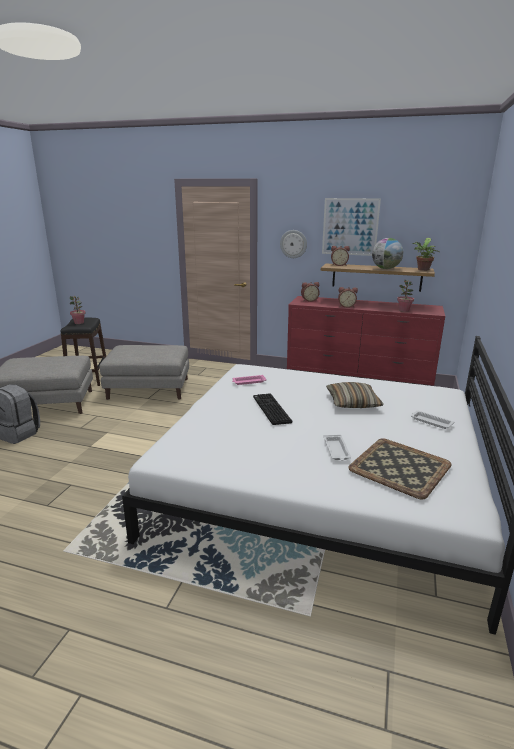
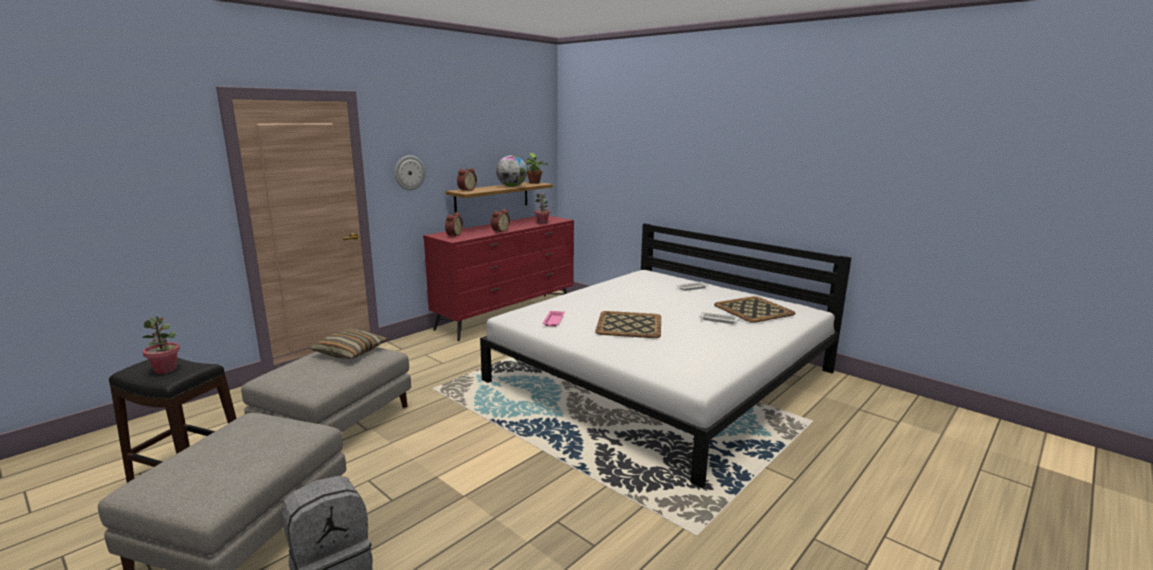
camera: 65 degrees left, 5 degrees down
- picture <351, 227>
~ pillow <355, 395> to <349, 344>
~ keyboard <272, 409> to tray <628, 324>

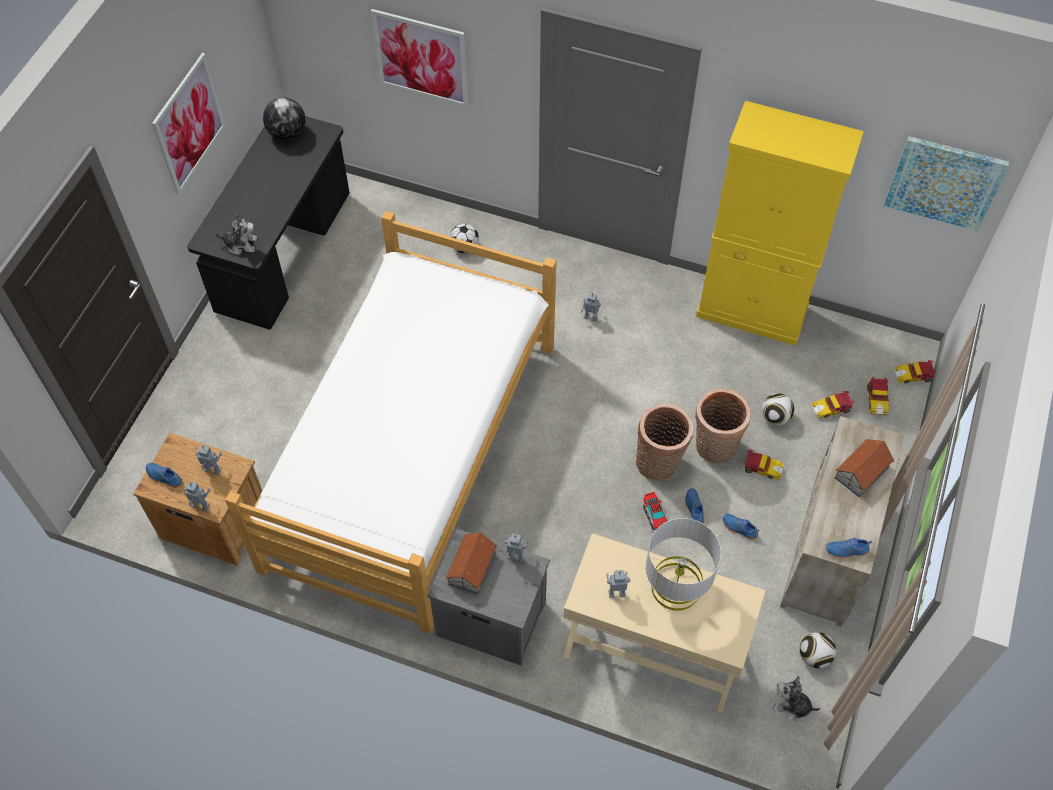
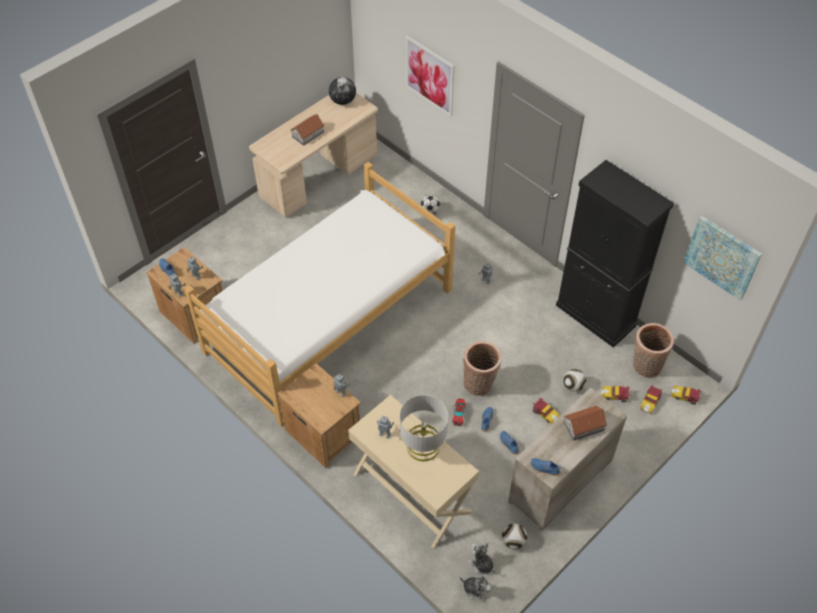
camera: 25 degrees right, 5 degrees down
- picture <188, 123>
~ plush toy <236, 234> to <475, 589>
~ toy house <471, 563> to <307, 130>
~ basket <723, 426> to <653, 350>
~ black desk <268, 222> to beige desk <313, 155>
~ grey nightstand <489, 597> to brown nightstand <319, 415>
~ yellow cabinet <780, 223> to black cabinet <615, 254>

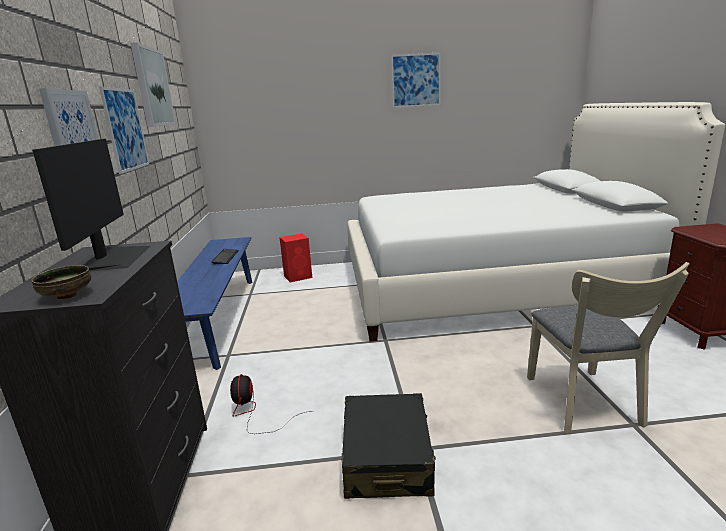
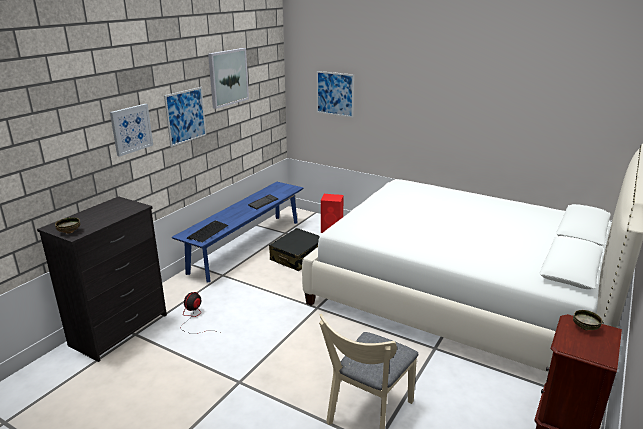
camera: 35 degrees right, 5 degrees up
- monitor <91, 205>
+ keyboard <207, 231>
+ bowl <587, 320>
~ black suitcase <389, 446> to <294, 249>
~ picture <416, 80> to <335, 94>

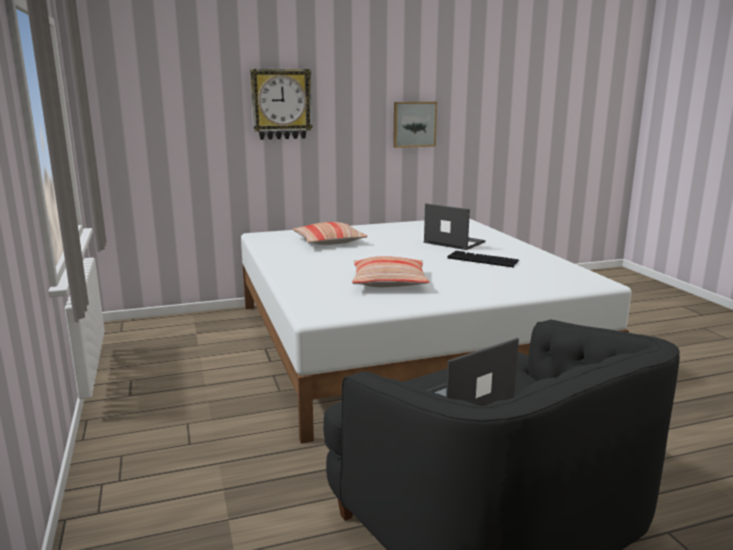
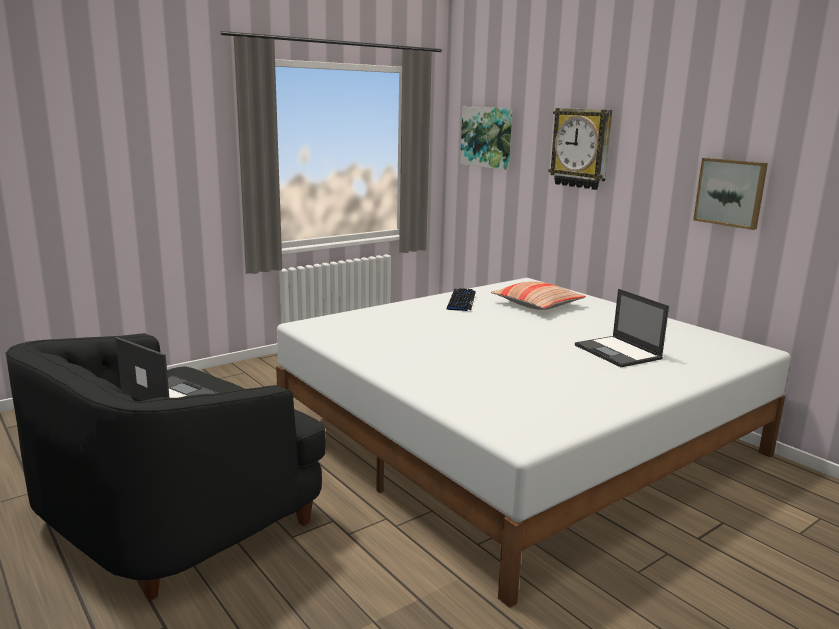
camera: 70 degrees right, 0 degrees up
- pillow <391, 271>
+ picture <486, 138>
~ keyboard <483, 259> to <461, 299>
~ laptop <454, 226> = <622, 328> 135 degrees clockwise

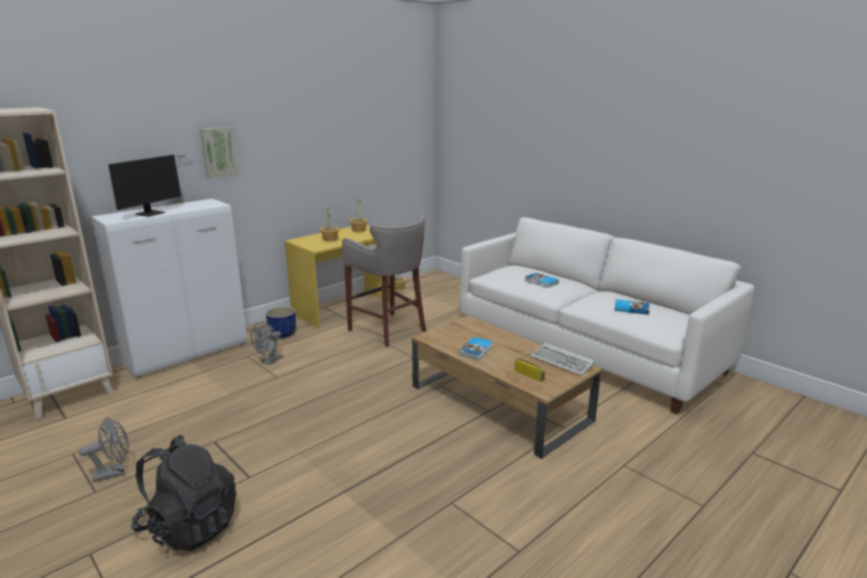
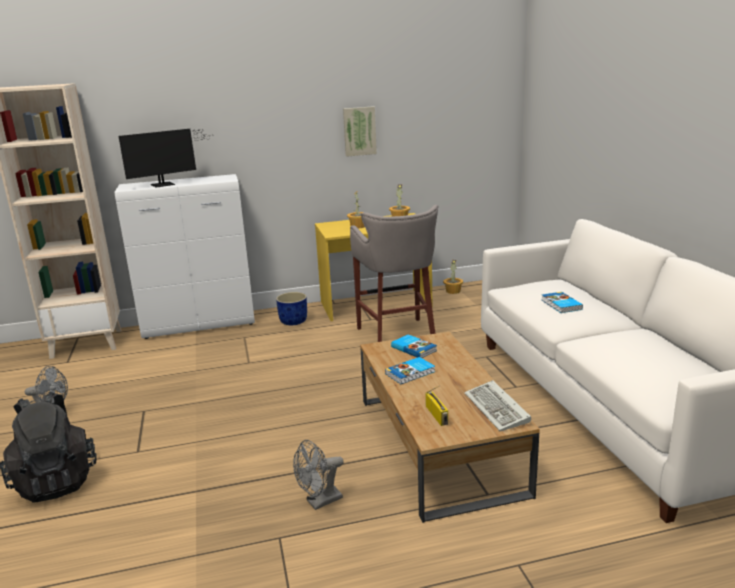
camera: 30 degrees right, 0 degrees up
~ picture <219, 152> to <360, 131>
~ grey fan <267, 343> to <318, 475>
~ book <632, 307> to <414, 346>

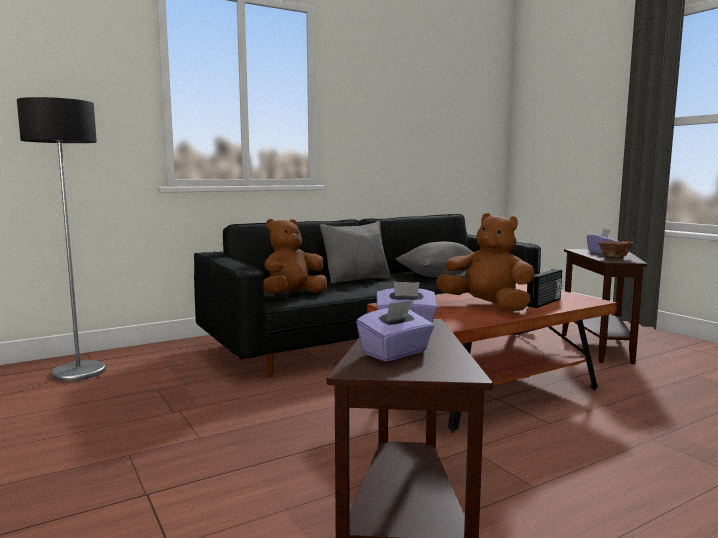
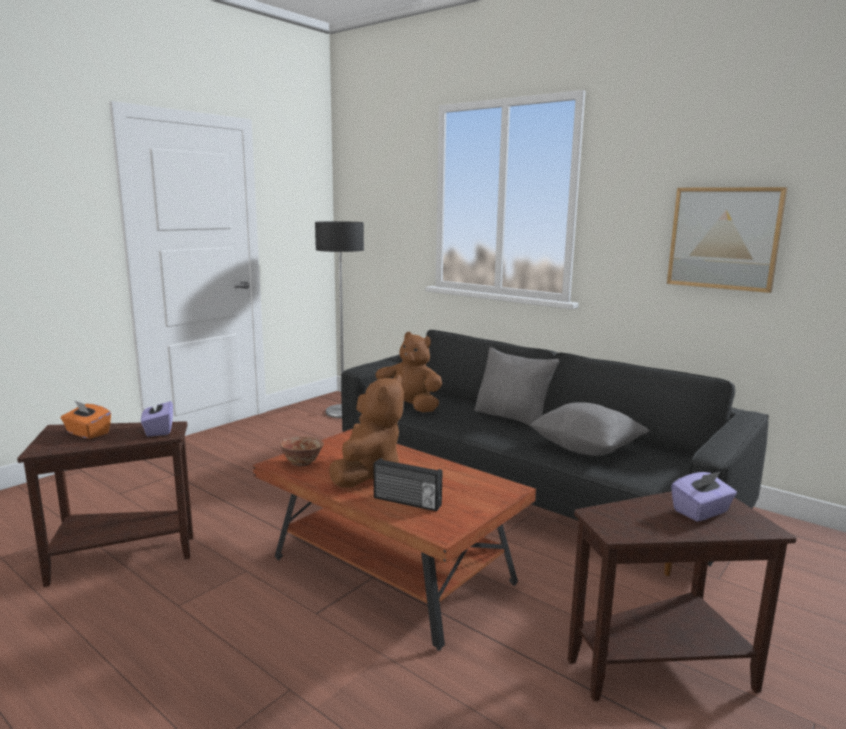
camera: 70 degrees right, 5 degrees up
+ picture <727, 240>
~ bowl <615, 250> to <302, 451>
~ purple tissue box <395, 331> to orange tissue box <86, 419>

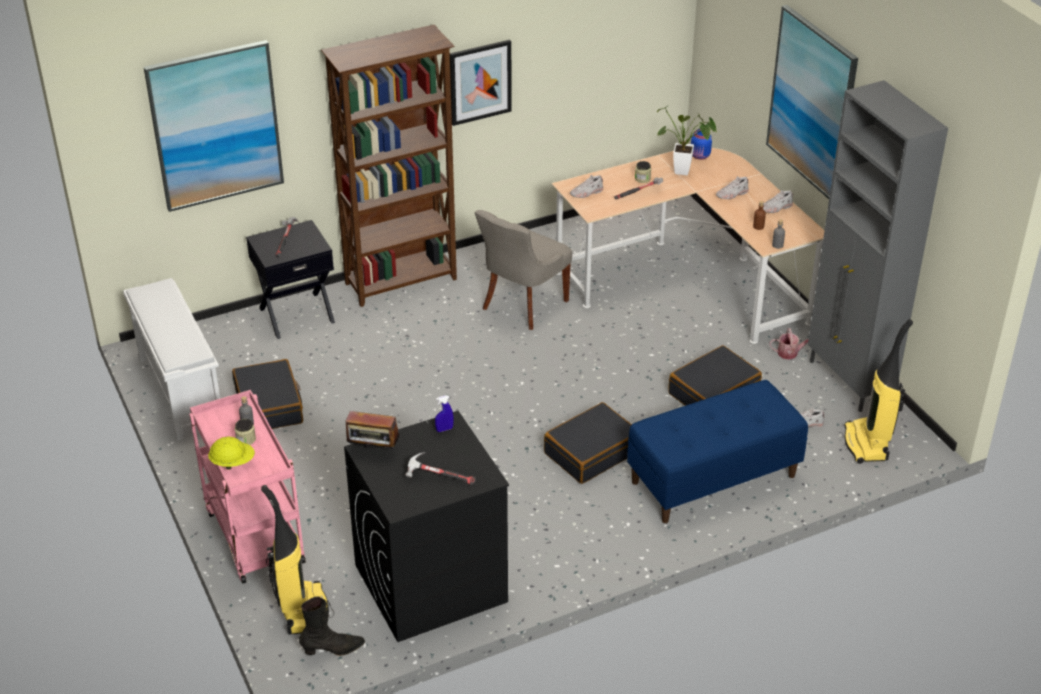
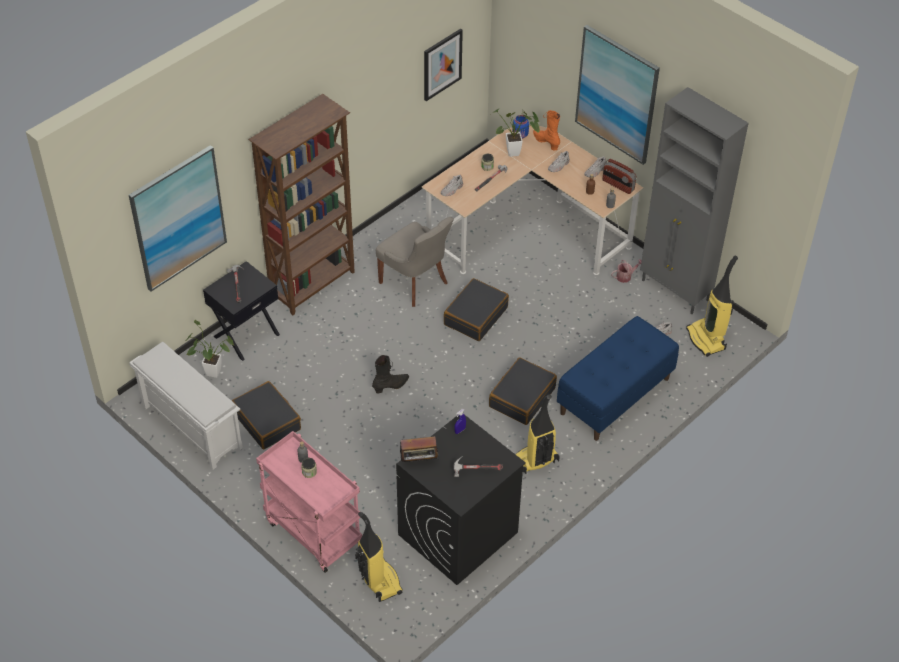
camera: 20 degrees left, 10 degrees up
- yellow hard hat <231, 453>
+ potted plant <210, 349>
+ vacuum cleaner <537, 434>
+ orange boot <546, 130>
+ radio <619, 176>
~ black boot <332, 626> to <390, 374>
~ picture <481, 83> to <443, 65>
~ black suitcase <715, 375> to <476, 309>
~ grey chair <523, 270> = <415, 262> 60 degrees counterclockwise

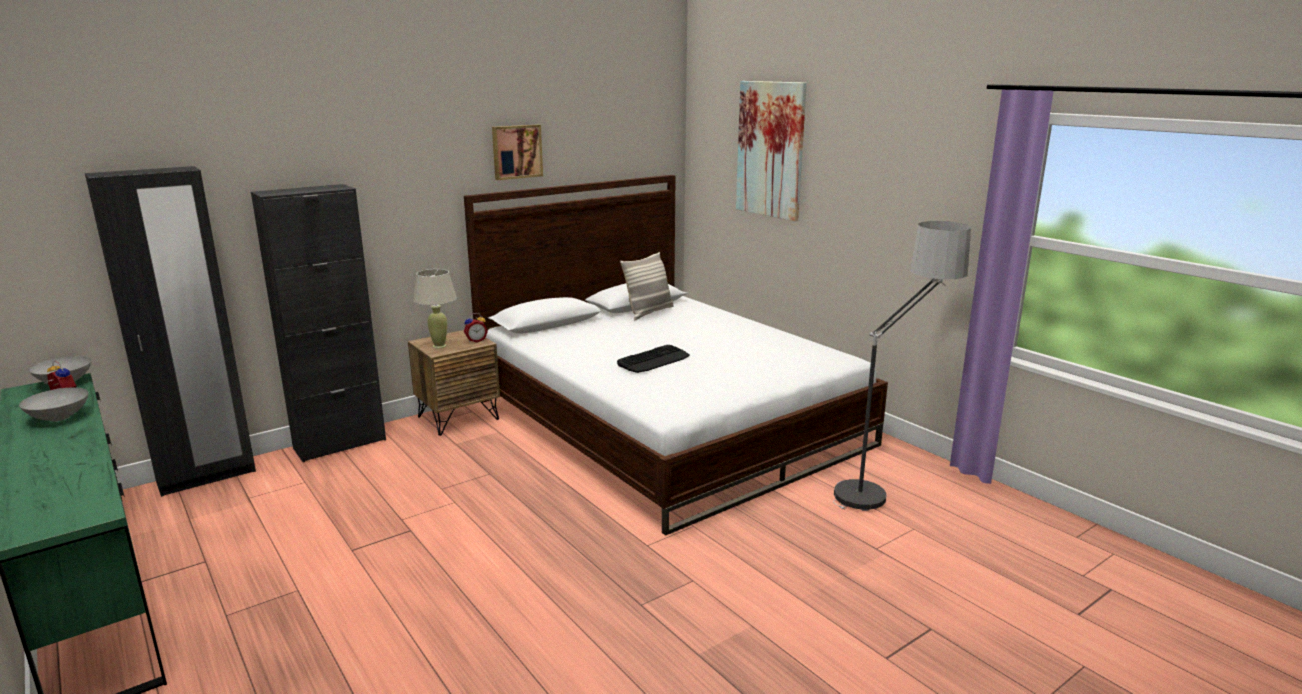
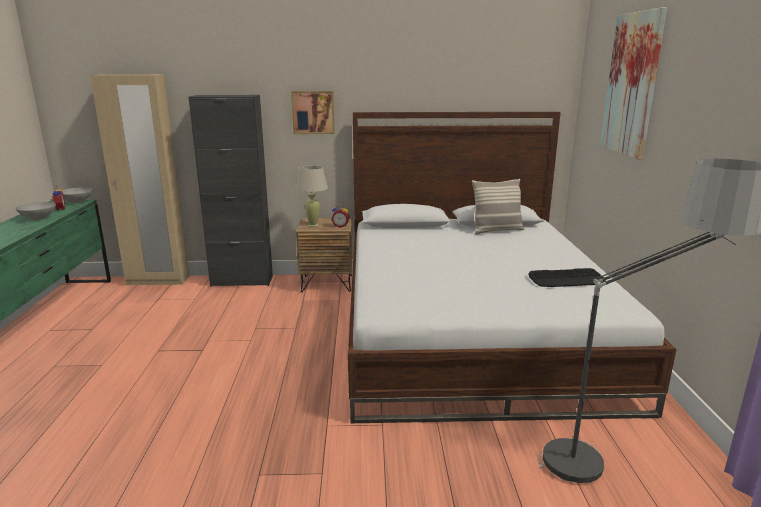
camera: 35 degrees right, 0 degrees up
~ picture <517, 152> to <313, 112>
~ keyboard <653, 359> to <567, 277>
~ black wardrobe <170, 331> to beige wardrobe <139, 180>

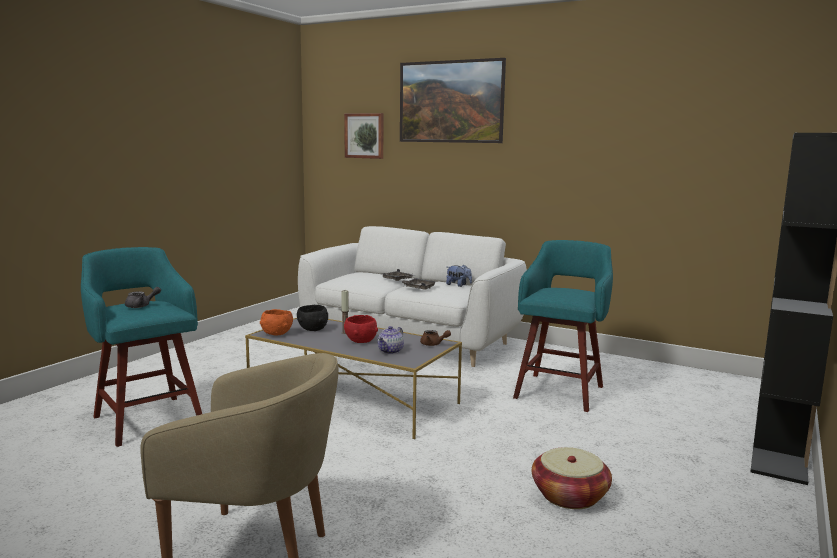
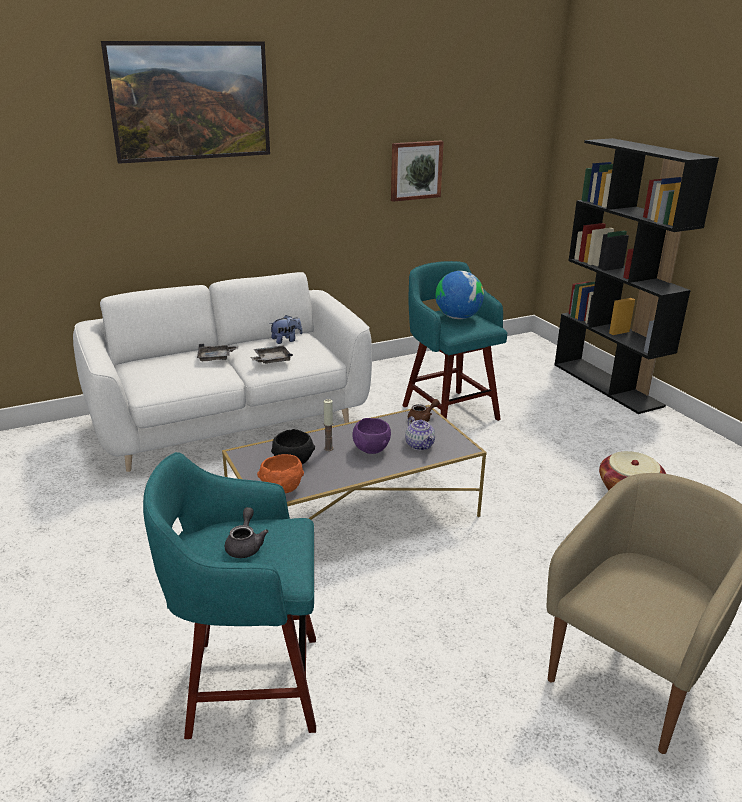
camera: 55 degrees left, 15 degrees up
+ globe <459, 295>
~ picture <364, 136> to <417, 171>
~ red bowl <361, 329> to purple bowl <371, 436>

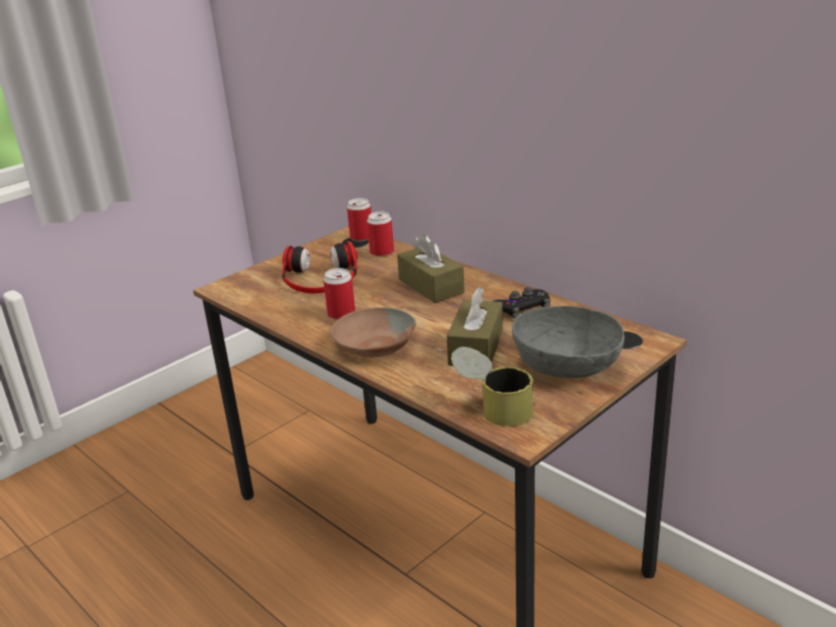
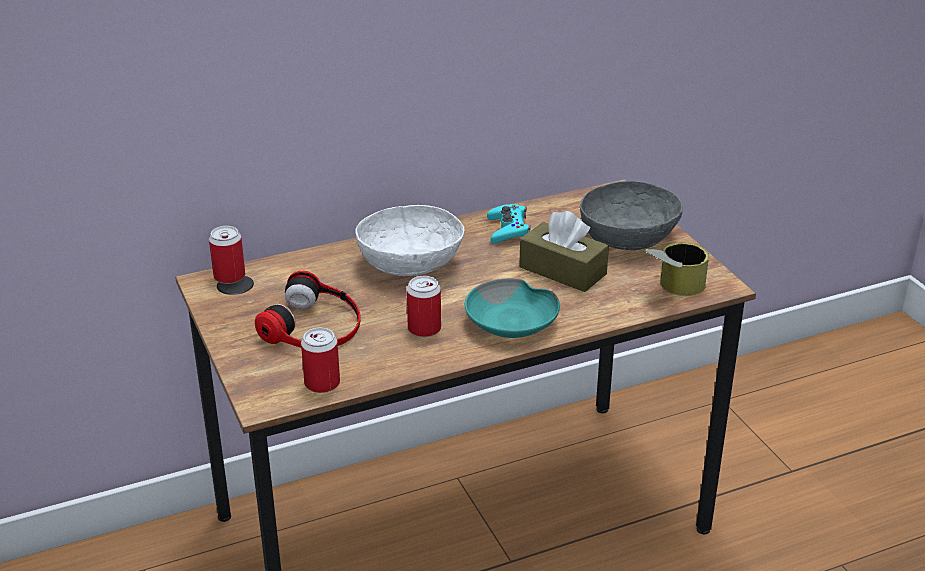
camera: 70 degrees left, 5 degrees up
~ can <380, 234> to <320, 360>
~ brown tissue box <430, 268> to white bowl <409, 240>
~ brown bowl <373, 332> to turquoise bowl <512, 308>
~ black game controller <522, 303> to turquoise game controller <509, 224>

